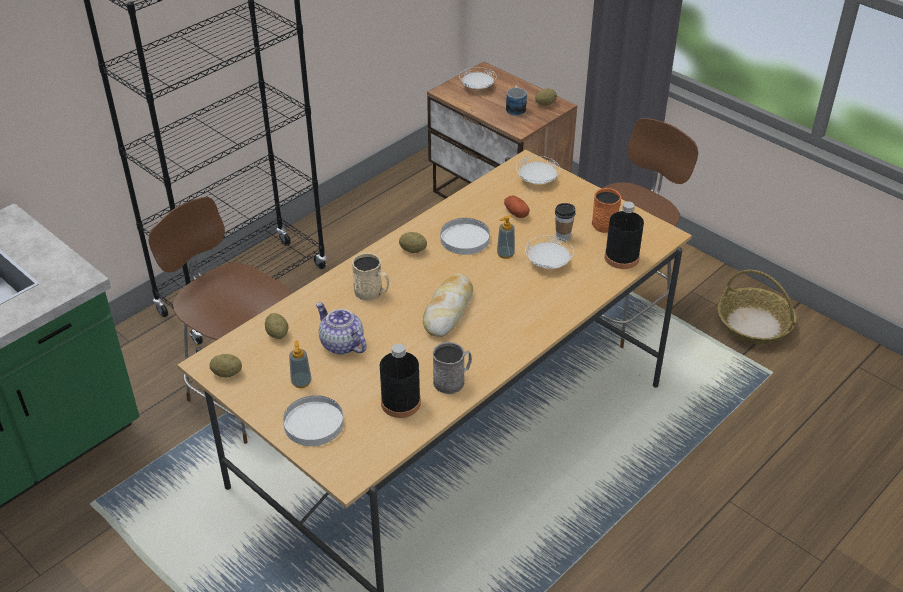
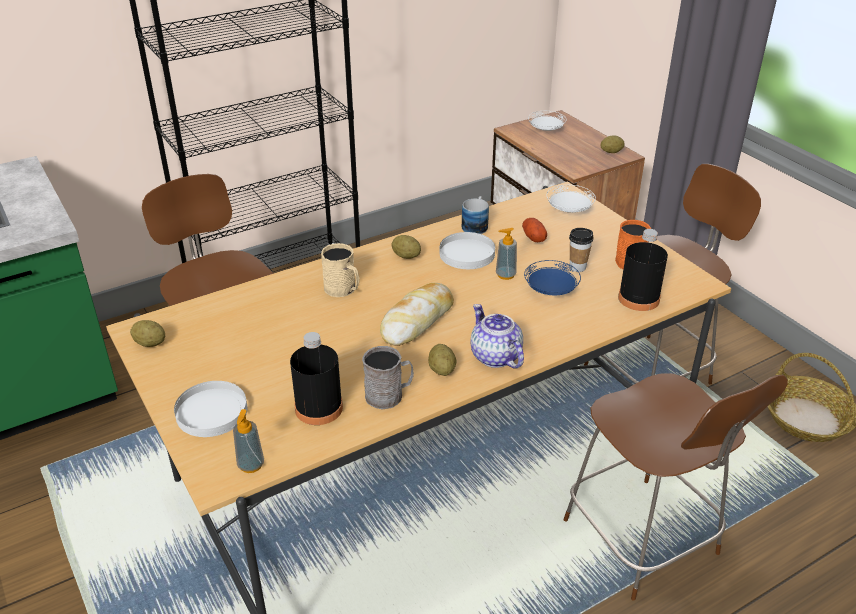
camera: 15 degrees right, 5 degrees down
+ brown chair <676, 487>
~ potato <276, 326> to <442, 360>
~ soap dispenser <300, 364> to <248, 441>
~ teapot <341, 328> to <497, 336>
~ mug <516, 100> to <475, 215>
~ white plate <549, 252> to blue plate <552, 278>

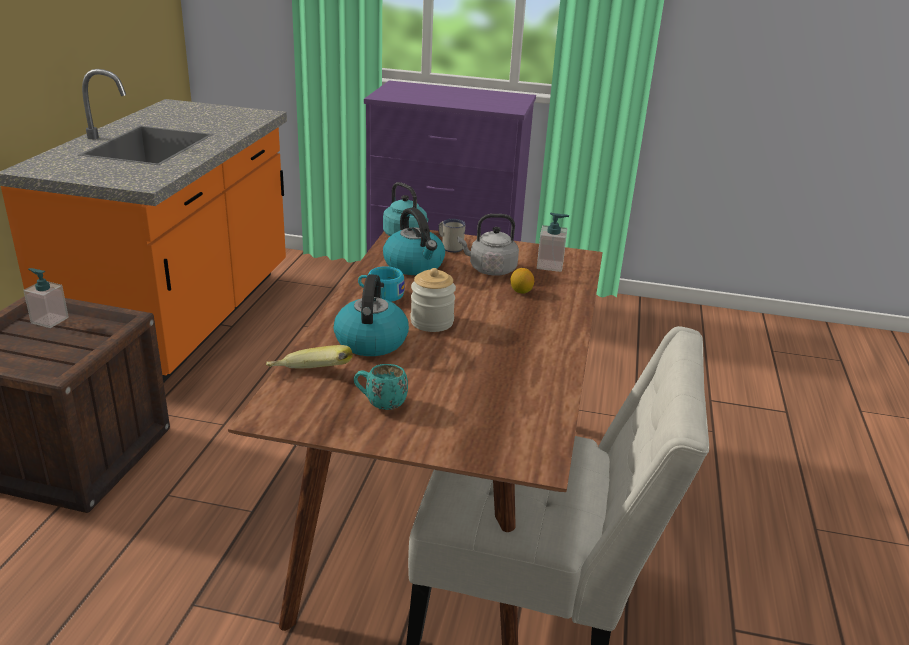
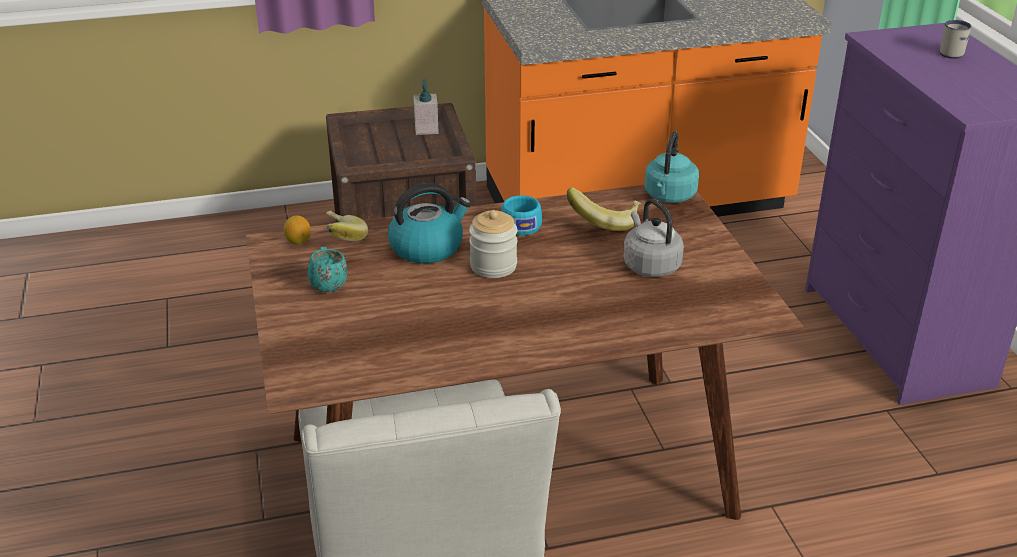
camera: 65 degrees right, 5 degrees up
- soap dispenser <553, 242>
~ white mug <452, 236> to <955, 39>
~ lemon <522, 281> to <297, 230>
~ kettle <414, 241> to banana <604, 209>

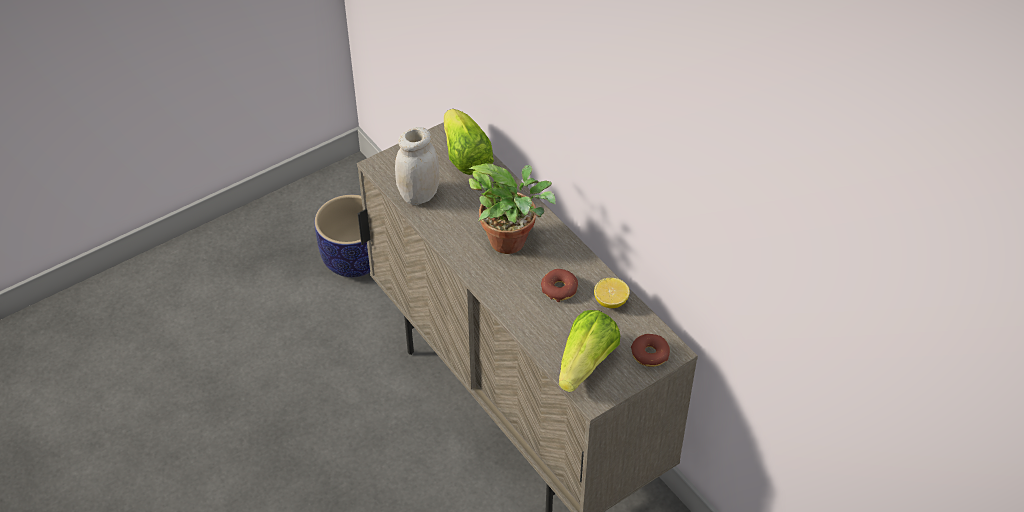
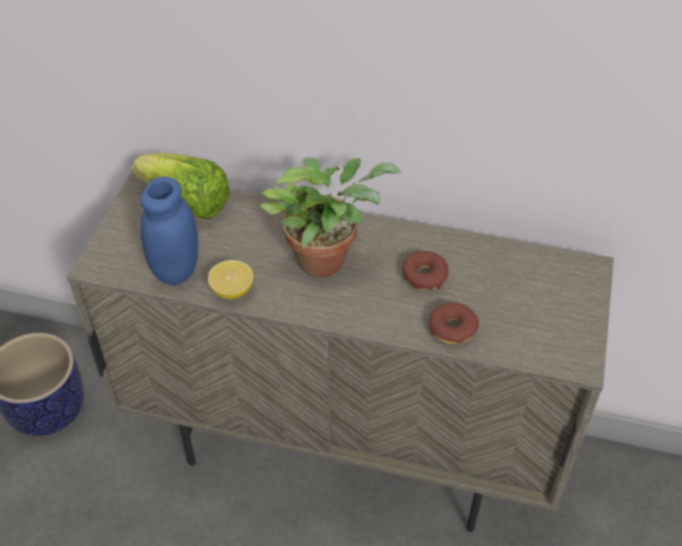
camera: 40 degrees left, 0 degrees up
- lettuce <589, 351>
~ lemon <612, 293> to <230, 279>
~ donut <650, 350> to <454, 323>
~ white jar <417, 166> to blue jar <169, 231>

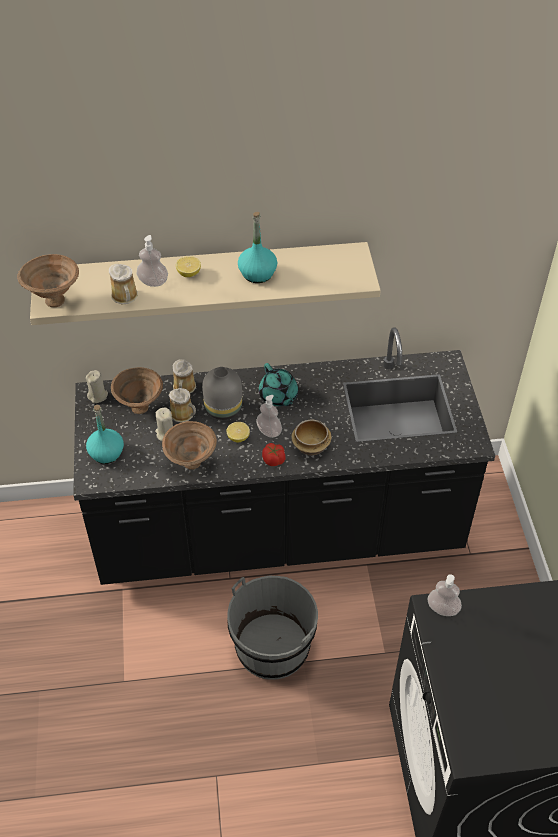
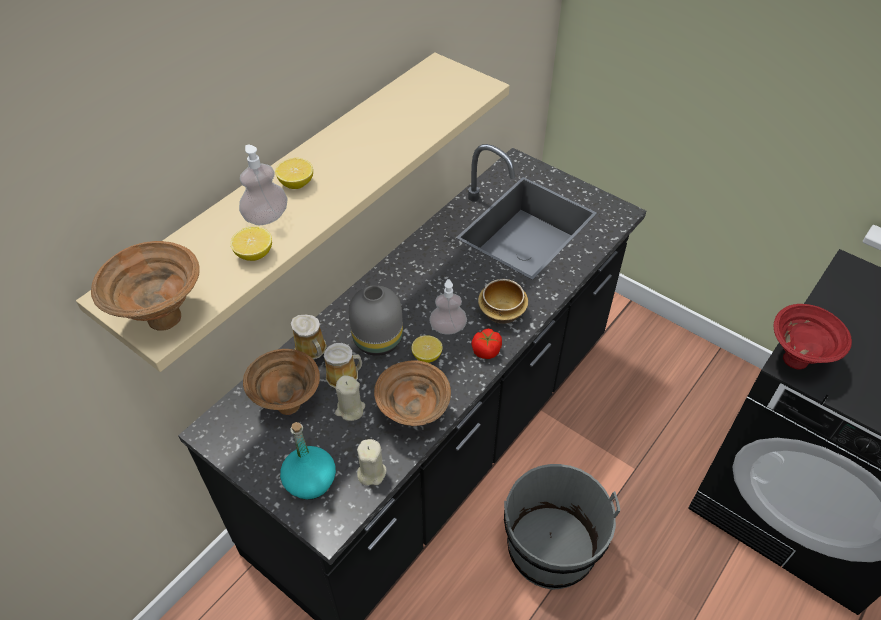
camera: 45 degrees left, 0 degrees up
- turquoise bottle <257, 247>
- turquoise teapot <278, 384>
~ beige candle <97, 386> to <372, 462>
~ mug <123, 284> to lemon <251, 244>
~ soap dispenser <444, 595> to red bowl <813, 337>

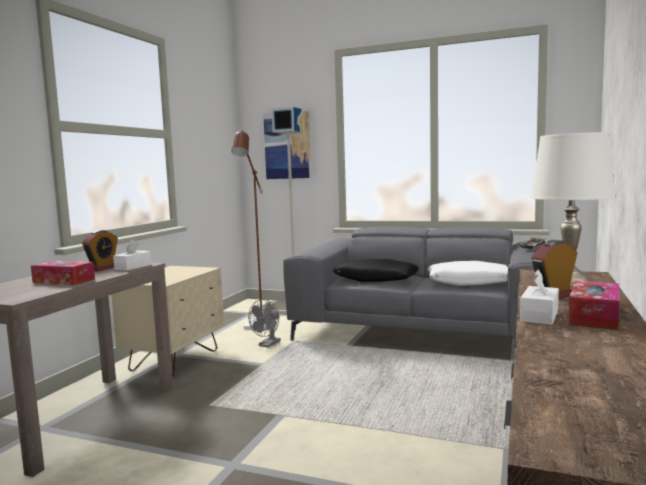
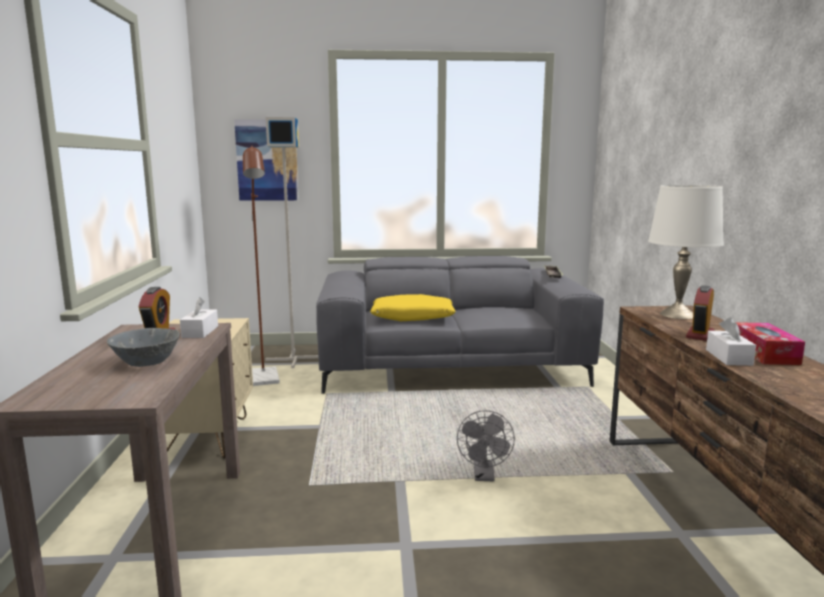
camera: 25 degrees left, 5 degrees up
- white pillow <468, 273>
~ grey fan <264, 323> to <486, 445>
~ tissue box <63, 273> to grey bowl <143, 347>
~ black pillow <376, 270> to yellow pillow <413, 307>

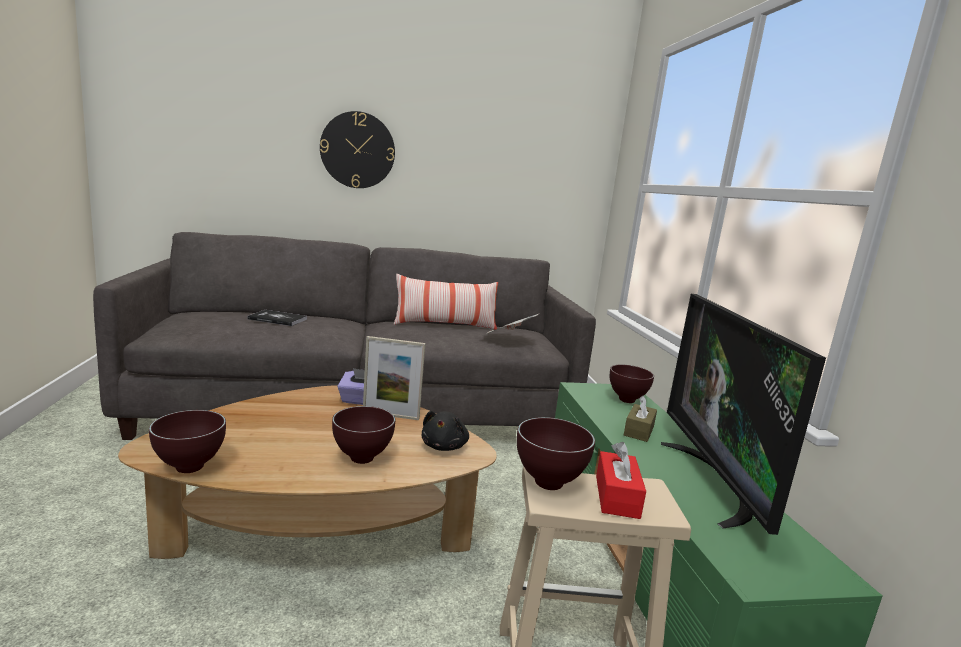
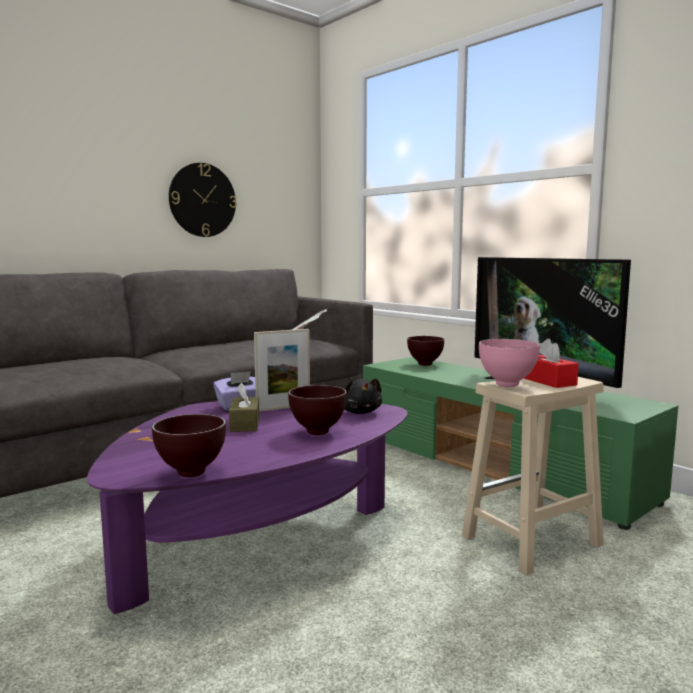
camera: 30 degrees left, 5 degrees down
- book <277, 318>
- pillow <446, 302>
~ wall clock <357, 149> to <203, 200>
~ brown tissue box <640, 418> to <244, 407>
~ brown coffee table <307, 472> to purple coffee table <247, 507>
~ brown bowl <556, 453> to pink bowl <509, 363>

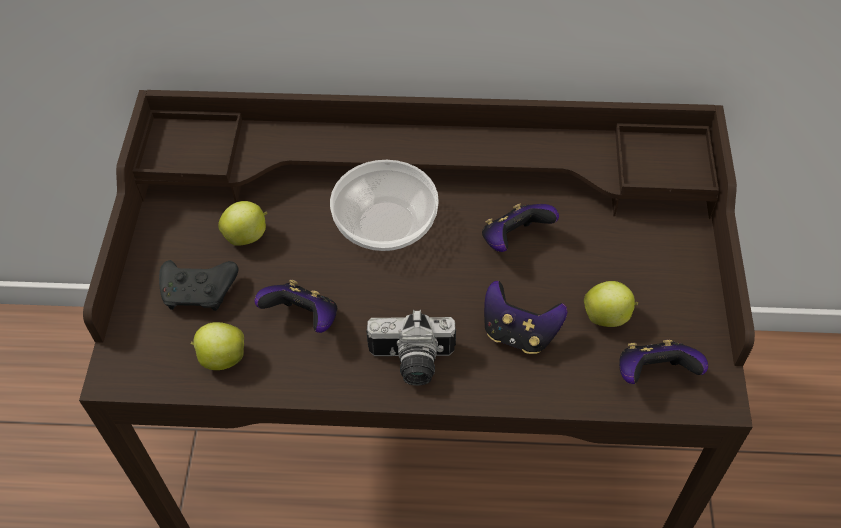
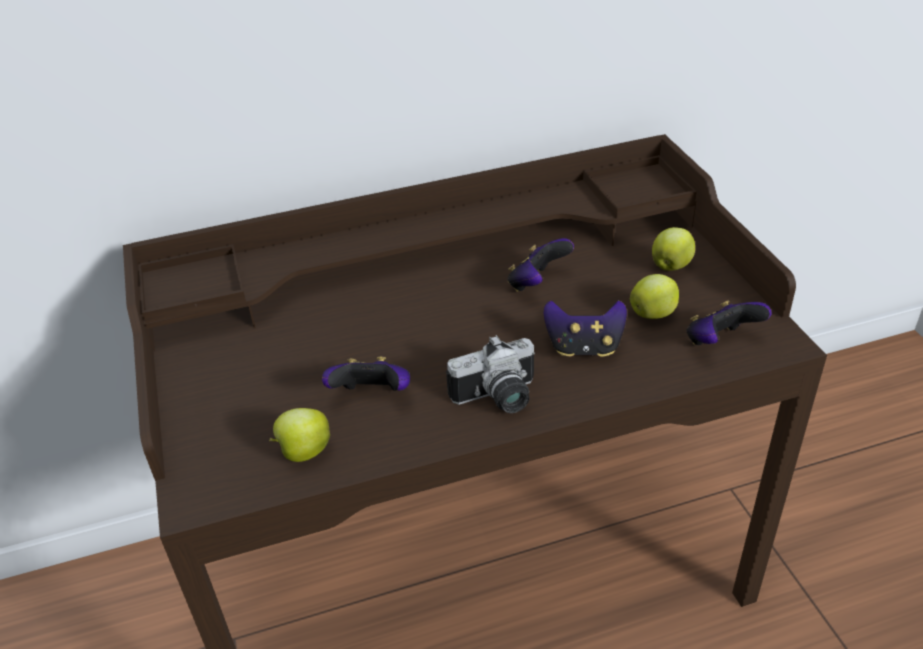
camera: 20 degrees left, 15 degrees down
- black game controller <198, 285>
- bowl <384, 205>
~ apple <242, 223> to <673, 249>

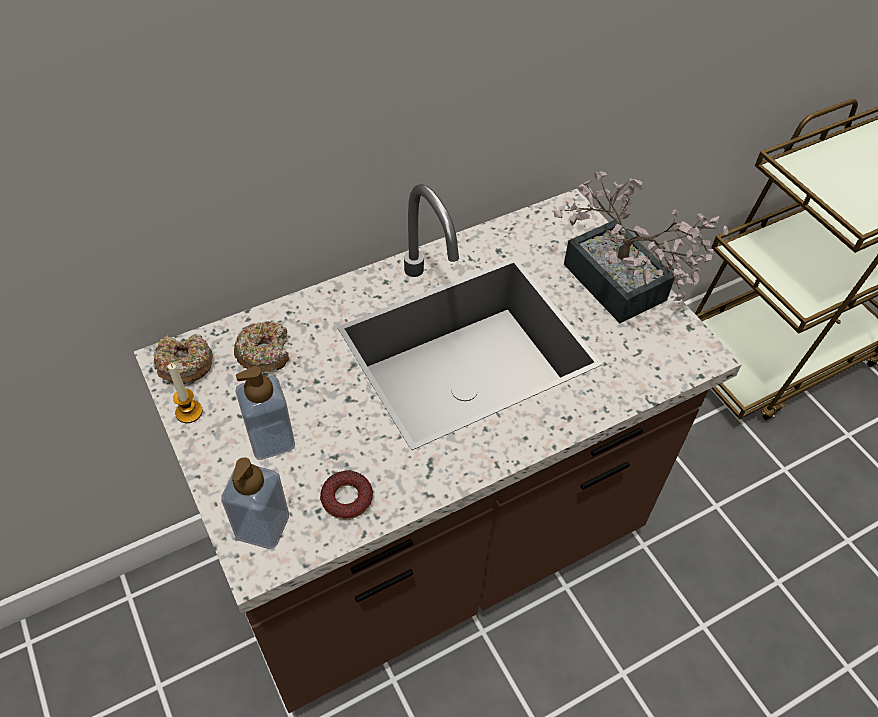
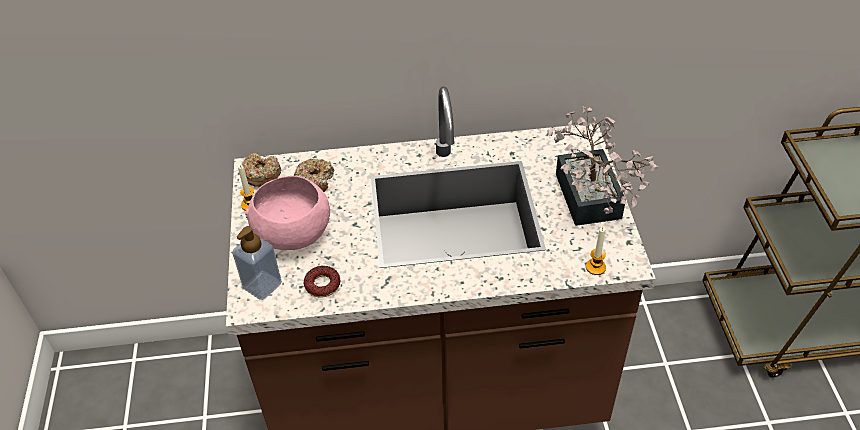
camera: 25 degrees right, 5 degrees down
+ candle <596, 251>
~ soap dispenser <265, 413> to pink bowl <287, 213>

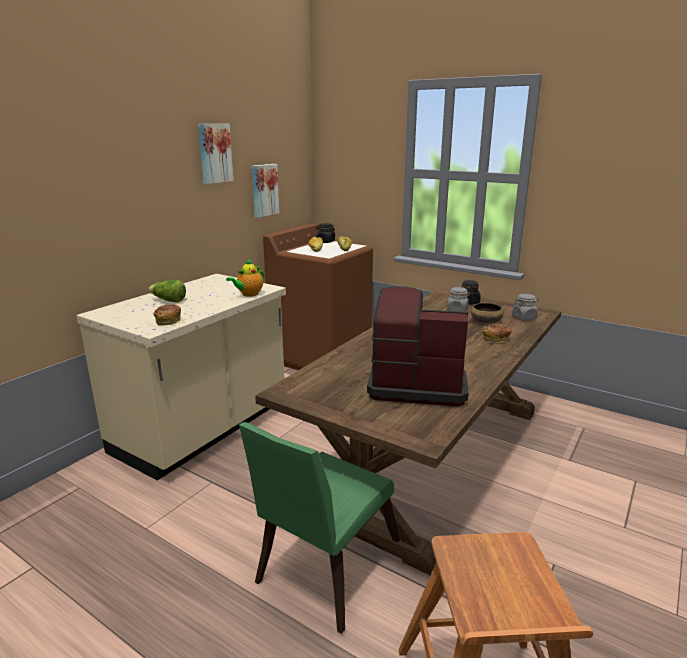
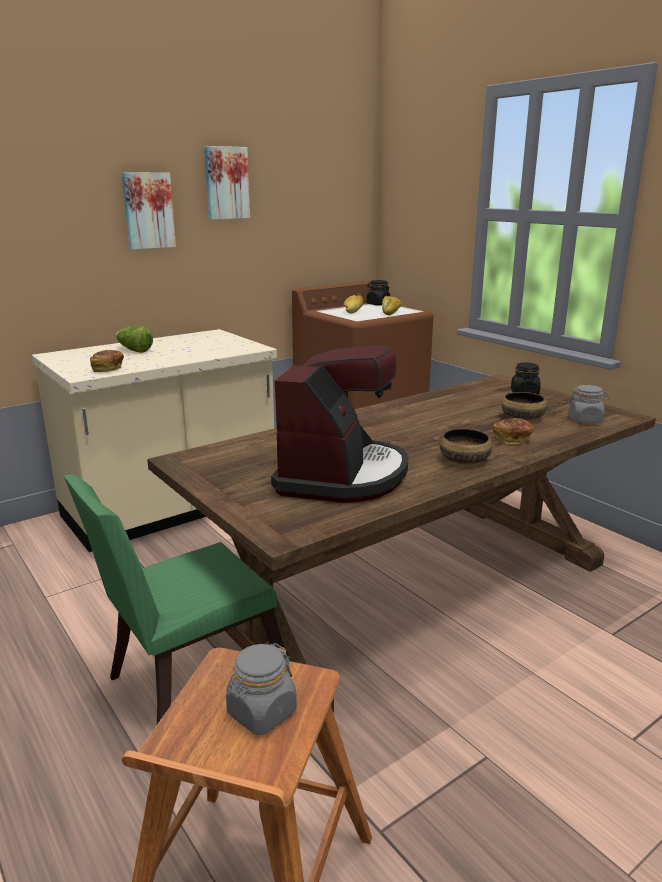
camera: 20 degrees right, 0 degrees up
- teapot <245, 277>
+ bowl <465, 446>
~ picture <265, 191> to <149, 211>
~ grey jar <458, 299> to <261, 689>
~ coffee machine <418, 346> = <339, 424> 75 degrees clockwise

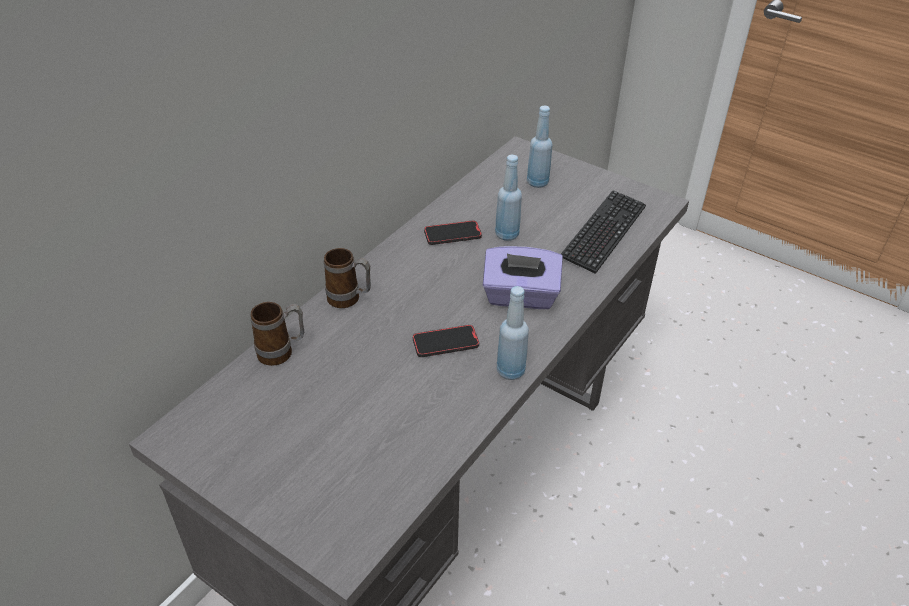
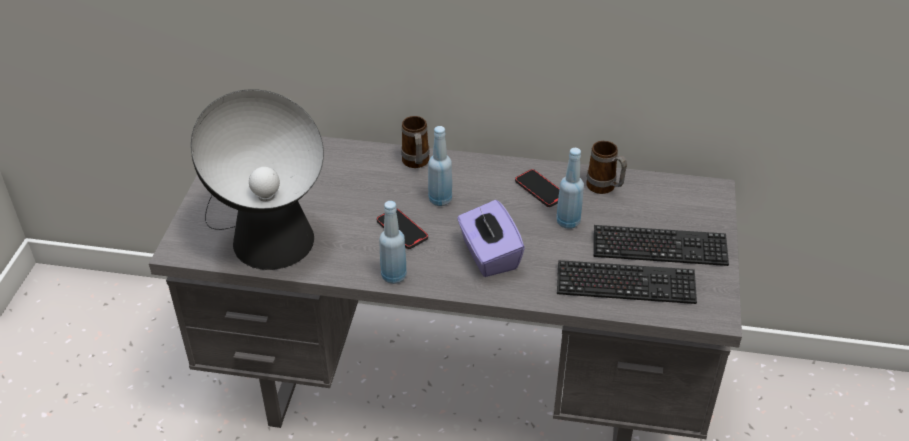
camera: 65 degrees right, 0 degrees up
+ table lamp <257, 179>
+ keyboard <661, 245>
~ mug <277, 334> to <606, 167>
~ blue bottle <540, 147> to <440, 166>

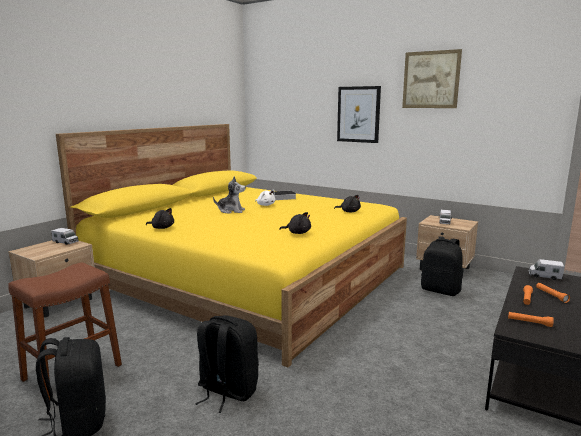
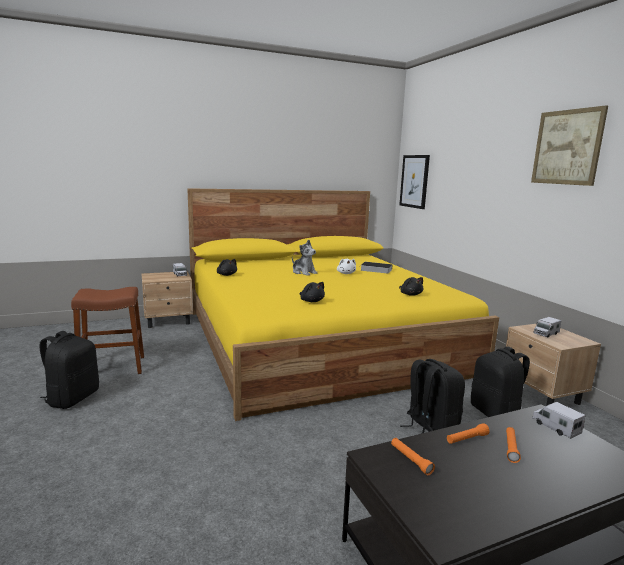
camera: 35 degrees right, 0 degrees up
~ black backpack <227, 364> to <432, 396>
~ picture <359, 114> to <414, 182>

